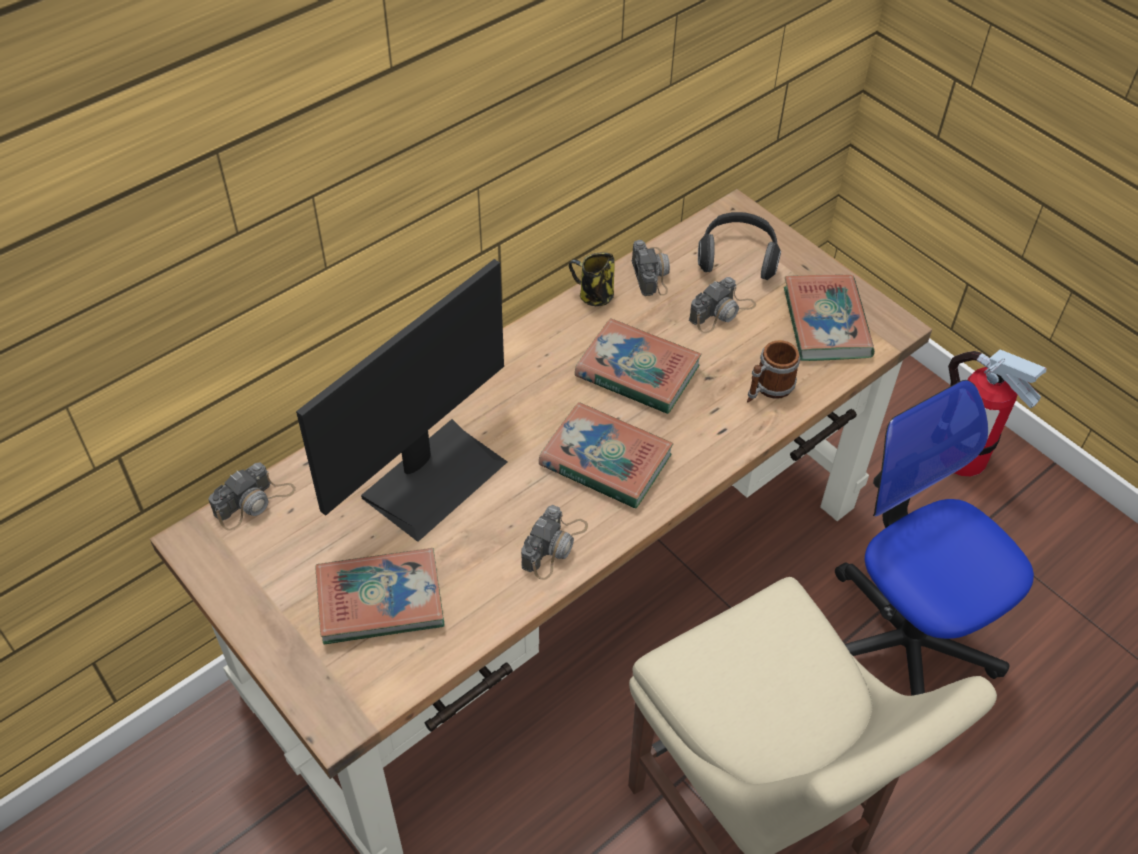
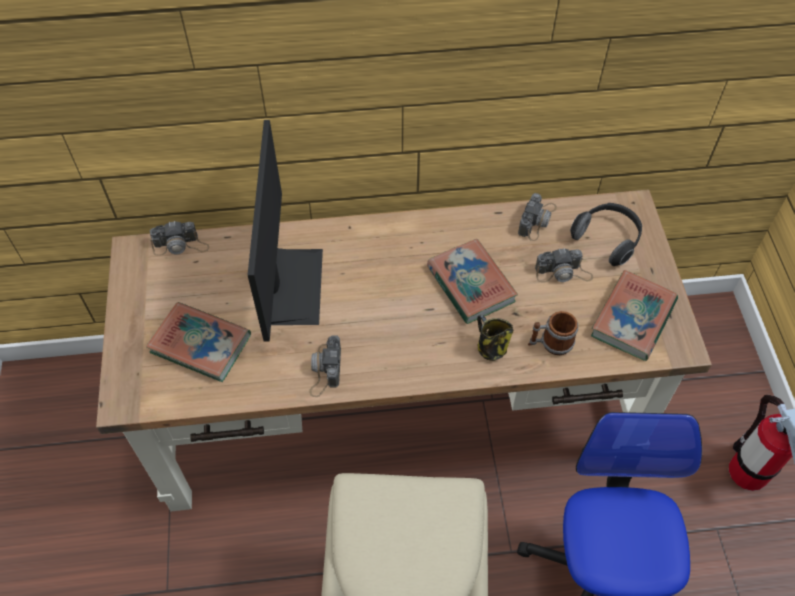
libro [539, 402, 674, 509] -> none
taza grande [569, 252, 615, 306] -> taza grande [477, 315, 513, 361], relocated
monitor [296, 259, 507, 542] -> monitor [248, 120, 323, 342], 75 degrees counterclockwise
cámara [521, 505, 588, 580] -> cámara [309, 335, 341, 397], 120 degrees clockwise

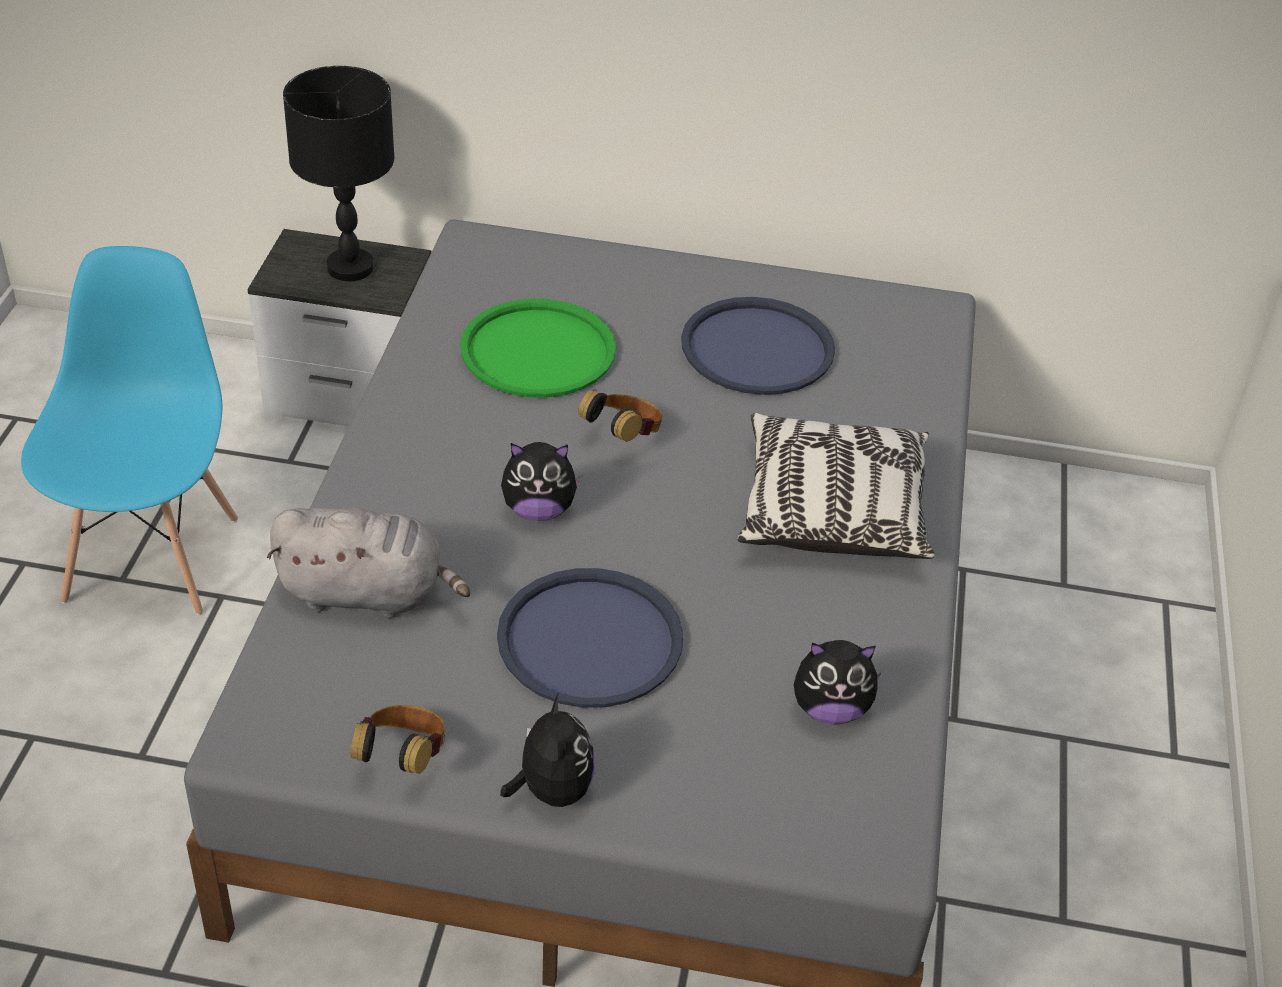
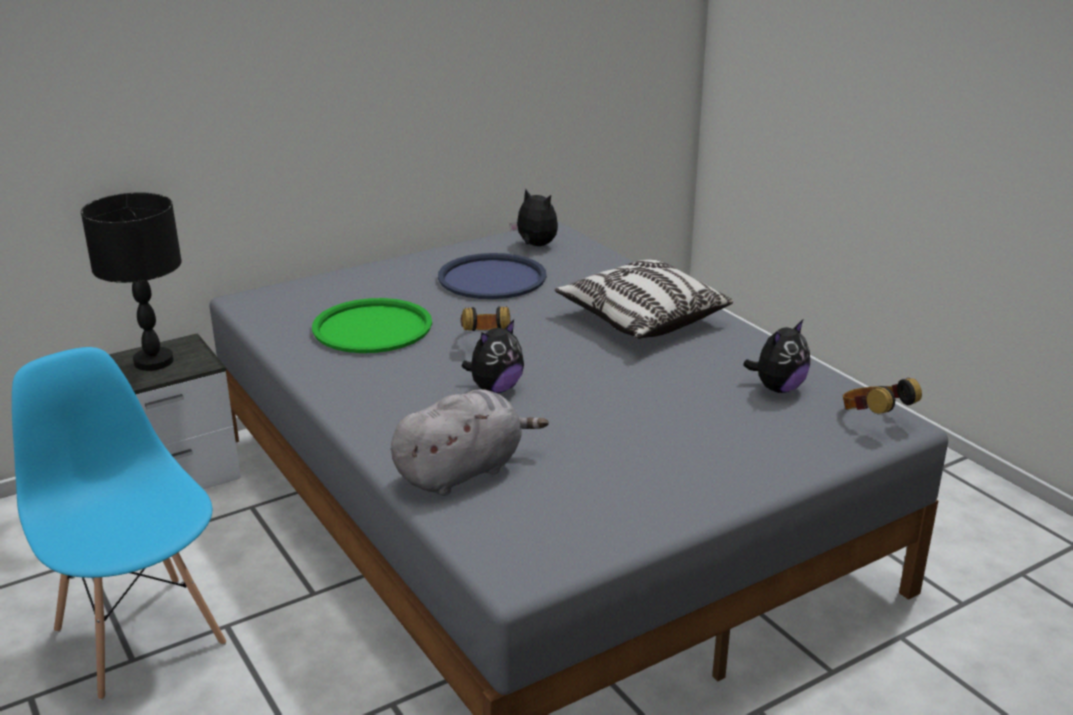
bandeja (azul) [497, 568, 683, 708] -> none
auriculares [351, 705, 445, 774] -> auriculares [843, 378, 922, 414], relocated
peluche [500, 693, 595, 807] -> peluche [509, 188, 558, 246], relocated

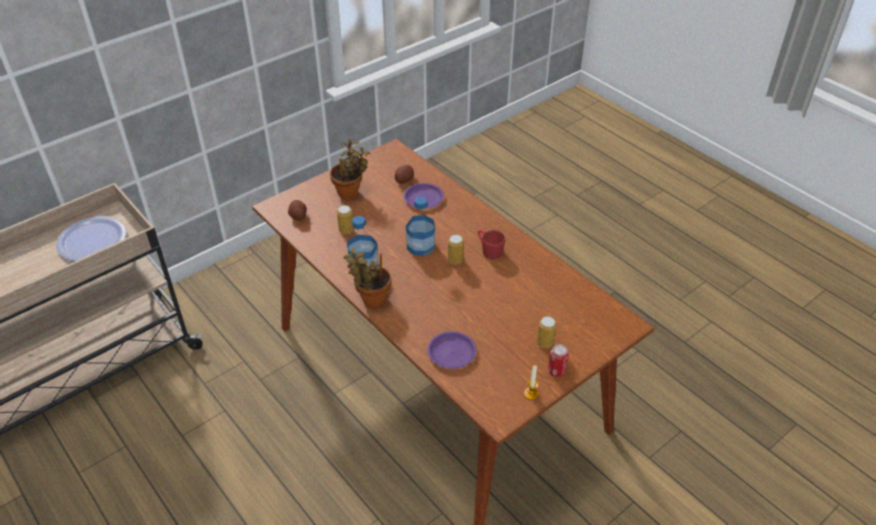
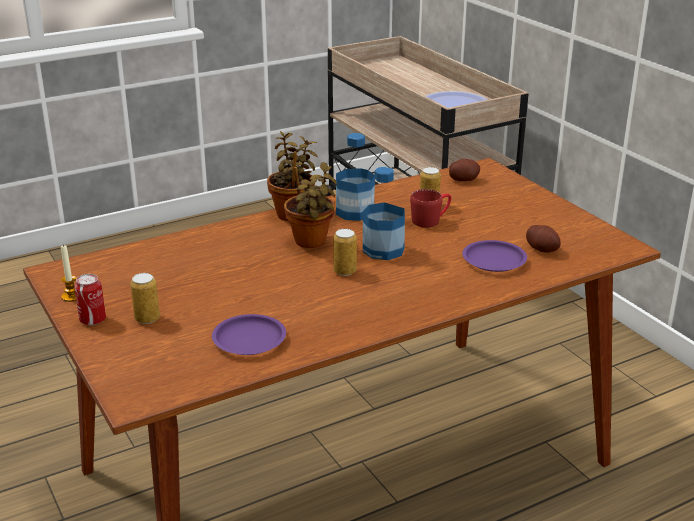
planta en maceta [330, 139, 370, 199] -> planta en maceta [284, 162, 337, 248], relocated
plato (morado) [427, 331, 476, 369] -> plato (morado) [212, 314, 286, 355], relocated
taza grande (rojo) [478, 230, 505, 259] -> taza grande (rojo) [410, 189, 451, 227], relocated

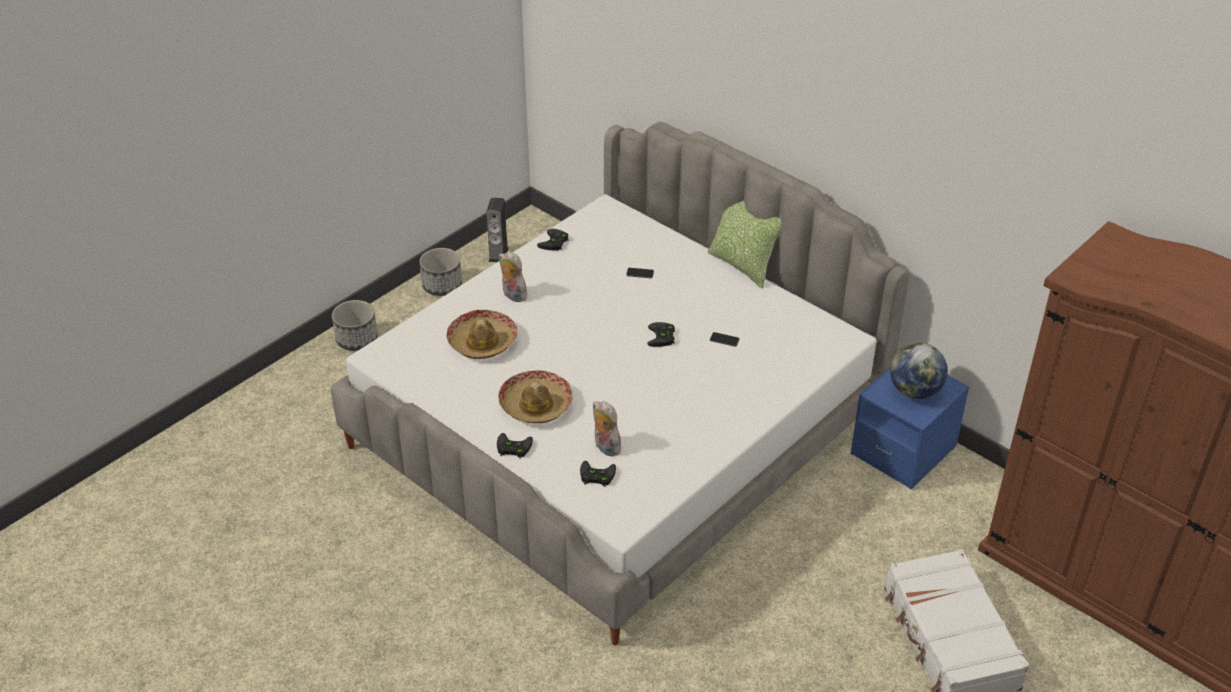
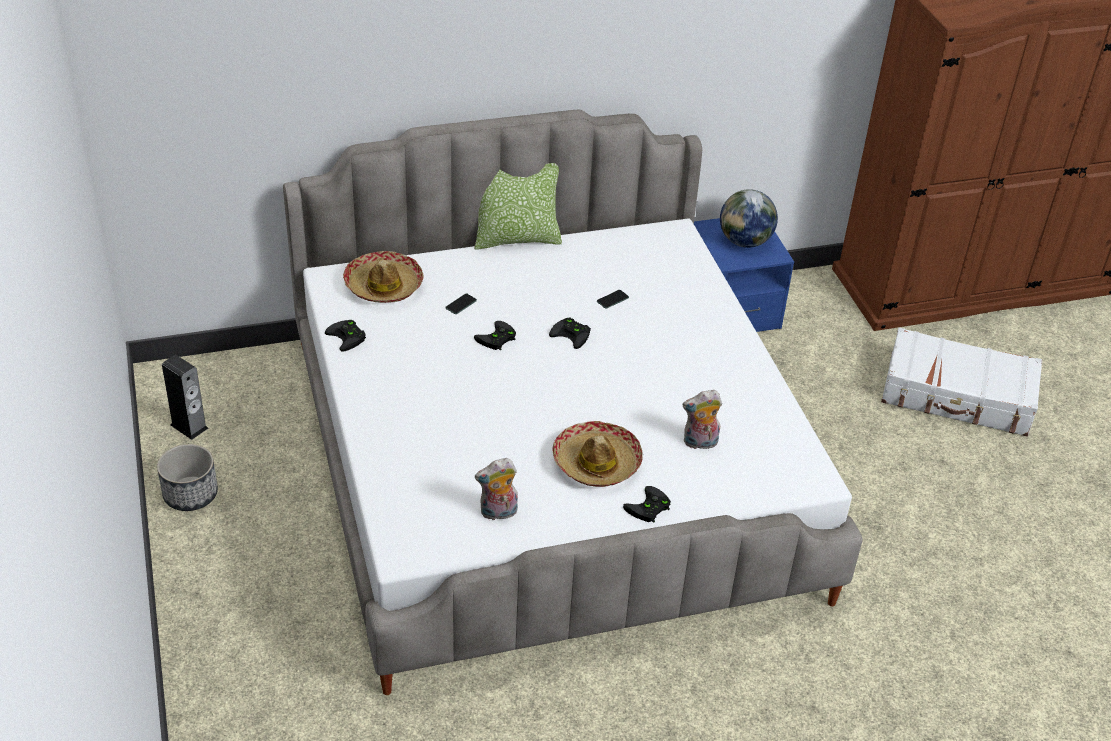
maceta [332, 300, 378, 351] -> none
sombrero [447, 310, 518, 359] -> sombrero [343, 251, 423, 303], relocated
peluche [499, 251, 527, 302] -> peluche [475, 458, 518, 520], relocated
mando de consola (negro) [580, 461, 616, 487] -> mando de consola (negro) [474, 321, 516, 350], relocated

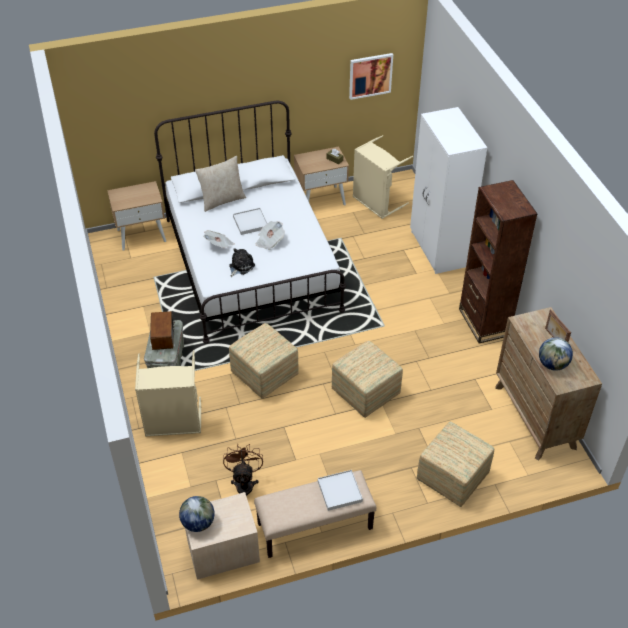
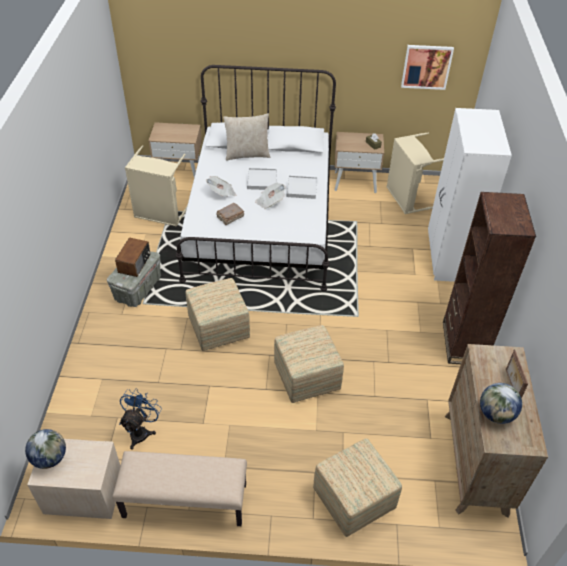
cesto de la ropa (beis) [135, 350, 202, 437] -> cesto de la ropa (beis) [125, 145, 187, 227], relocated
bandeja (blanco) [318, 470, 363, 511] -> bandeja (blanco) [287, 176, 317, 199], relocated
peluche [229, 248, 255, 277] -> libro (marrón) [217, 203, 244, 225]
ventilador (marrón) [223, 444, 263, 496] -> ventilador (azul) [119, 388, 162, 450]

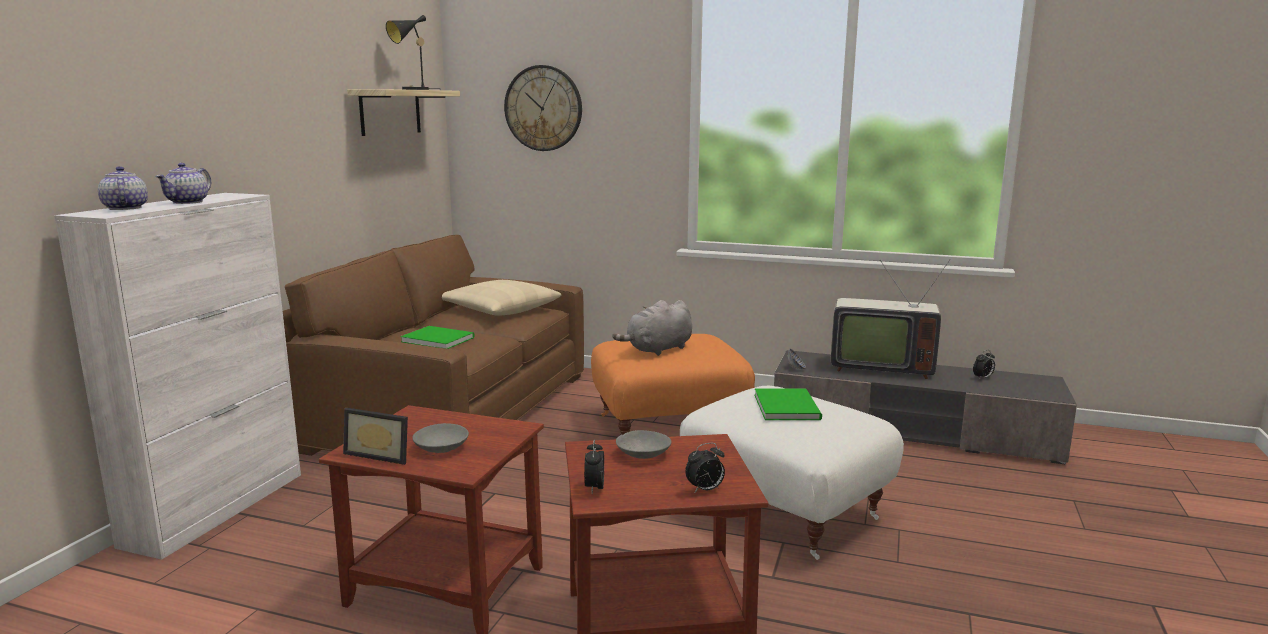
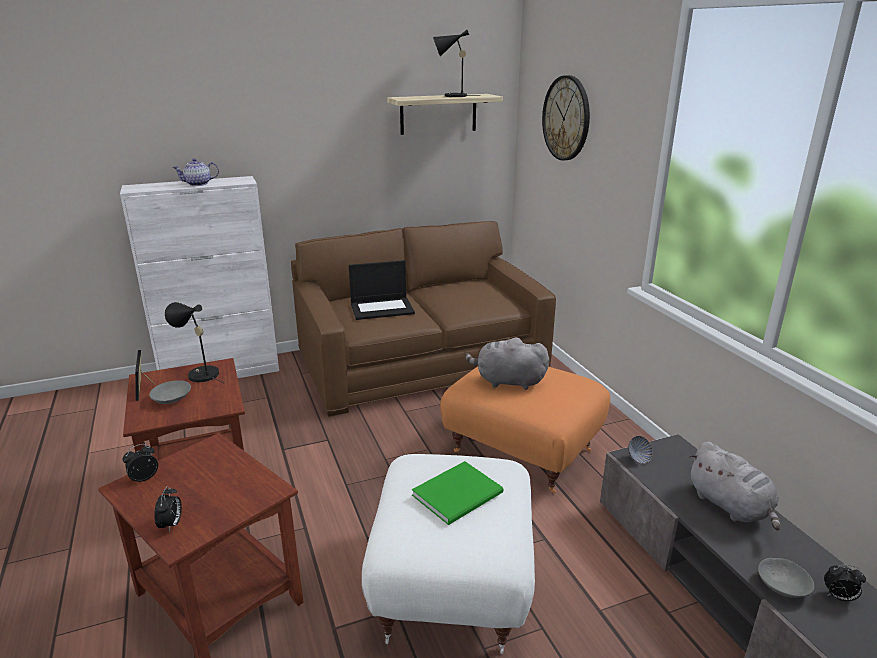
tetera [98, 166, 148, 210] -> none
cojín (beis) [442, 280, 561, 316] -> none
none -> lámpara de mesa (negro) [165, 302, 225, 384]
cuenco (gris) [616, 430, 672, 459] -> cuenco (gris) [758, 558, 815, 598], relocated
libro (verde) [400, 326, 474, 349] -> portátil [349, 260, 415, 320]
televisor [831, 259, 951, 379] -> peluche (gris) [689, 442, 780, 531]
despertador [685, 443, 725, 493] -> despertador [154, 486, 182, 533], 120 degrees counterclockwise

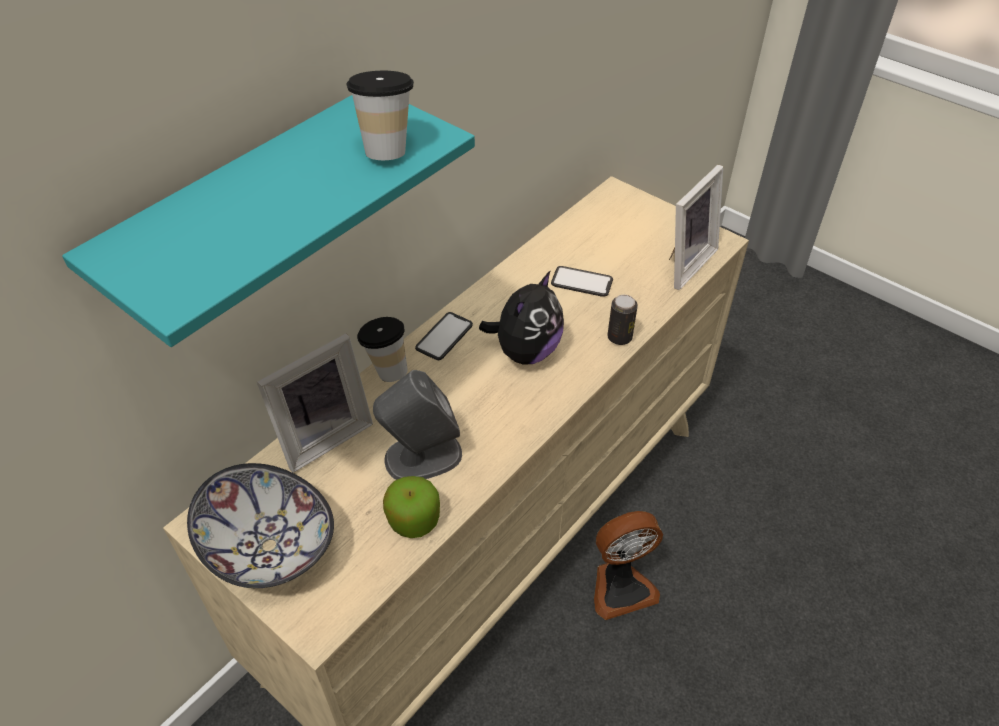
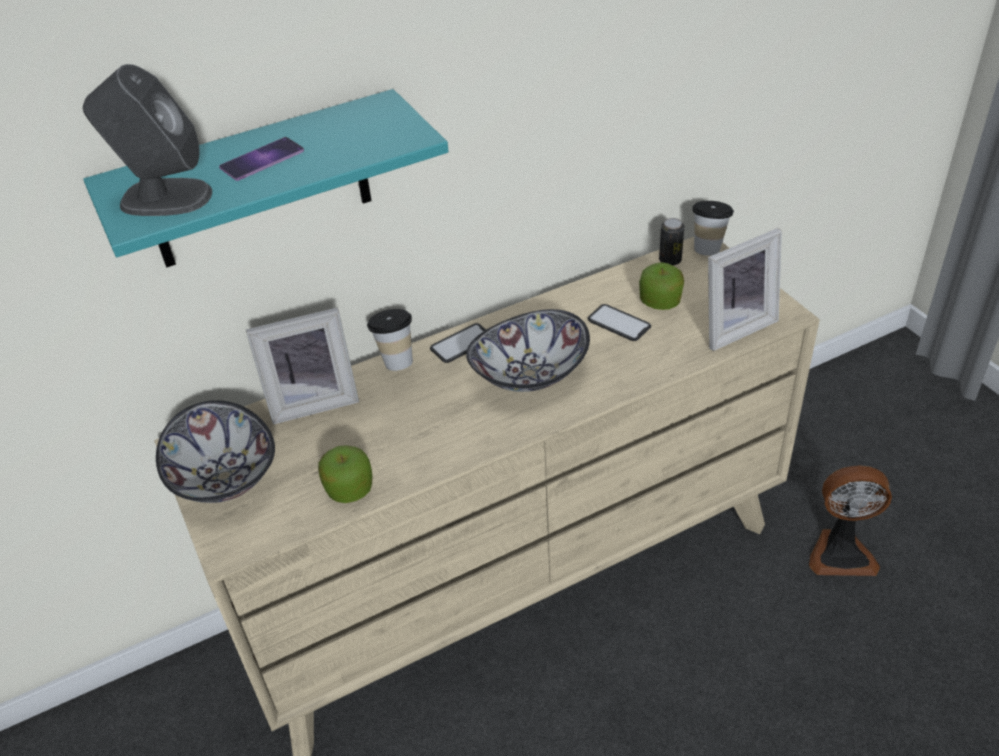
none -> móvil [219, 137, 304, 181]
none -> manzana [639, 262, 684, 310]
taza [346, 71, 414, 160] -> taza [692, 201, 734, 256], relocated
altavoz (gris) [373, 370, 462, 480] -> altavoz (gris) [83, 64, 212, 216], relocated
ventilador [594, 511, 663, 620] -> ventilador [809, 465, 892, 576], relocated
lata [607, 295, 638, 345] -> lata [659, 218, 684, 266], relocated
peluche [479, 270, 564, 365] -> cuenco [466, 309, 590, 392]

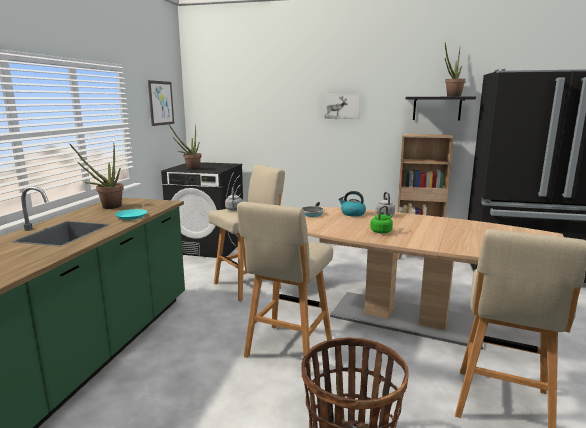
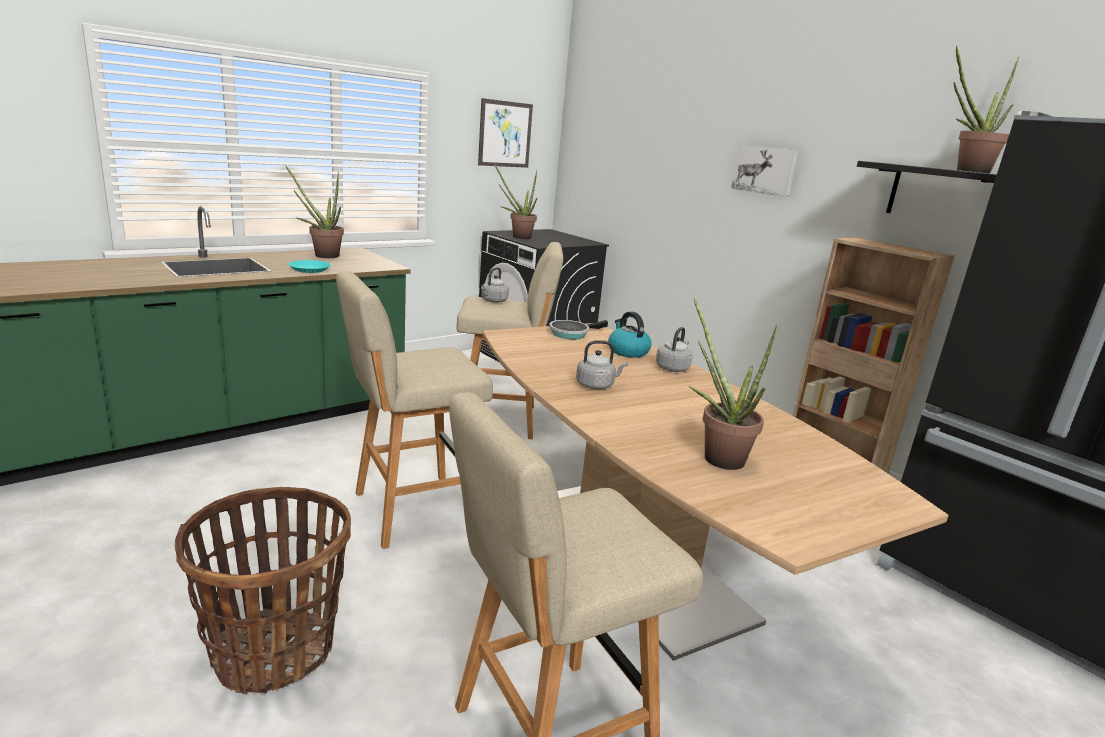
none -> planta en maceta [688, 298, 777, 470]
hervidor (verde) [370, 205, 393, 233] -> hervidor (gris) [576, 340, 628, 389]

